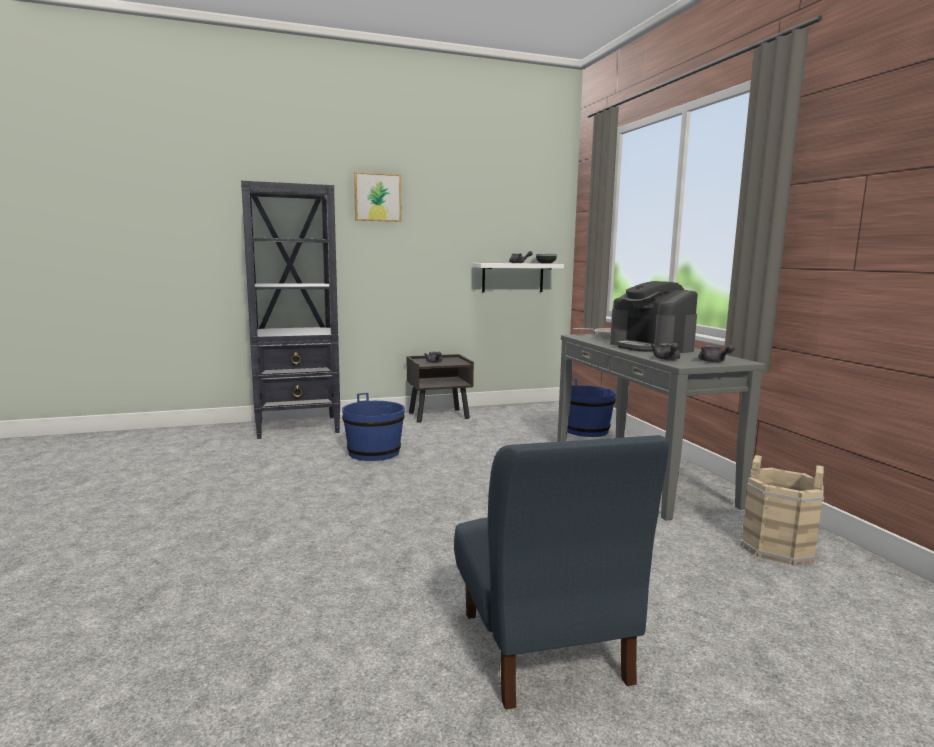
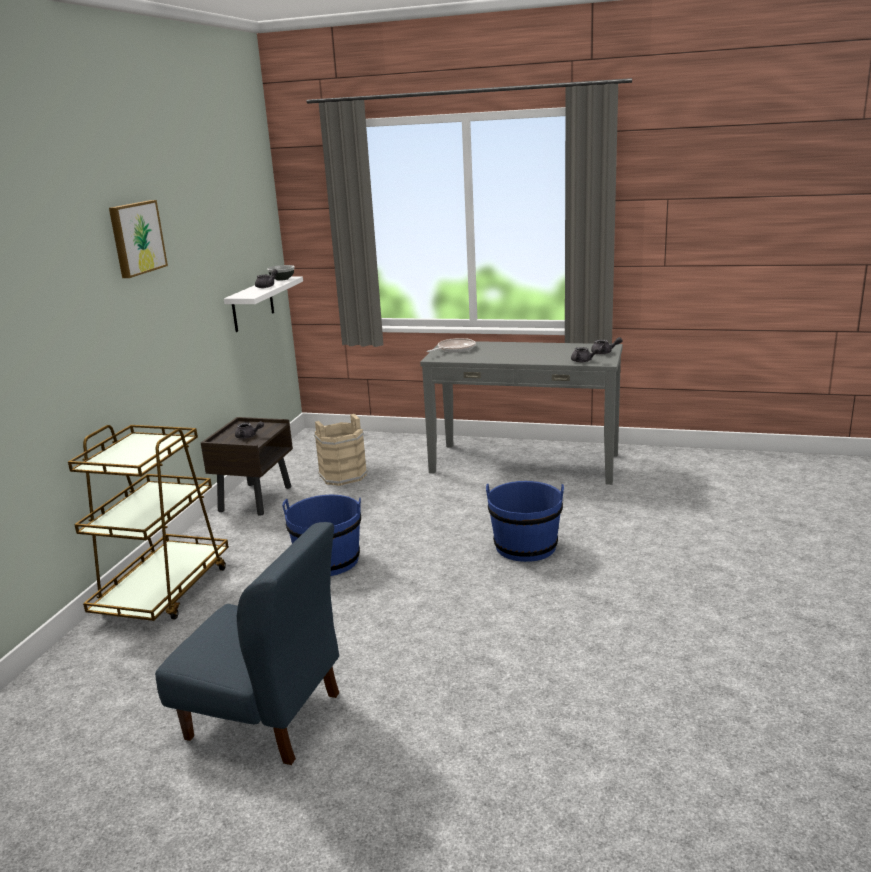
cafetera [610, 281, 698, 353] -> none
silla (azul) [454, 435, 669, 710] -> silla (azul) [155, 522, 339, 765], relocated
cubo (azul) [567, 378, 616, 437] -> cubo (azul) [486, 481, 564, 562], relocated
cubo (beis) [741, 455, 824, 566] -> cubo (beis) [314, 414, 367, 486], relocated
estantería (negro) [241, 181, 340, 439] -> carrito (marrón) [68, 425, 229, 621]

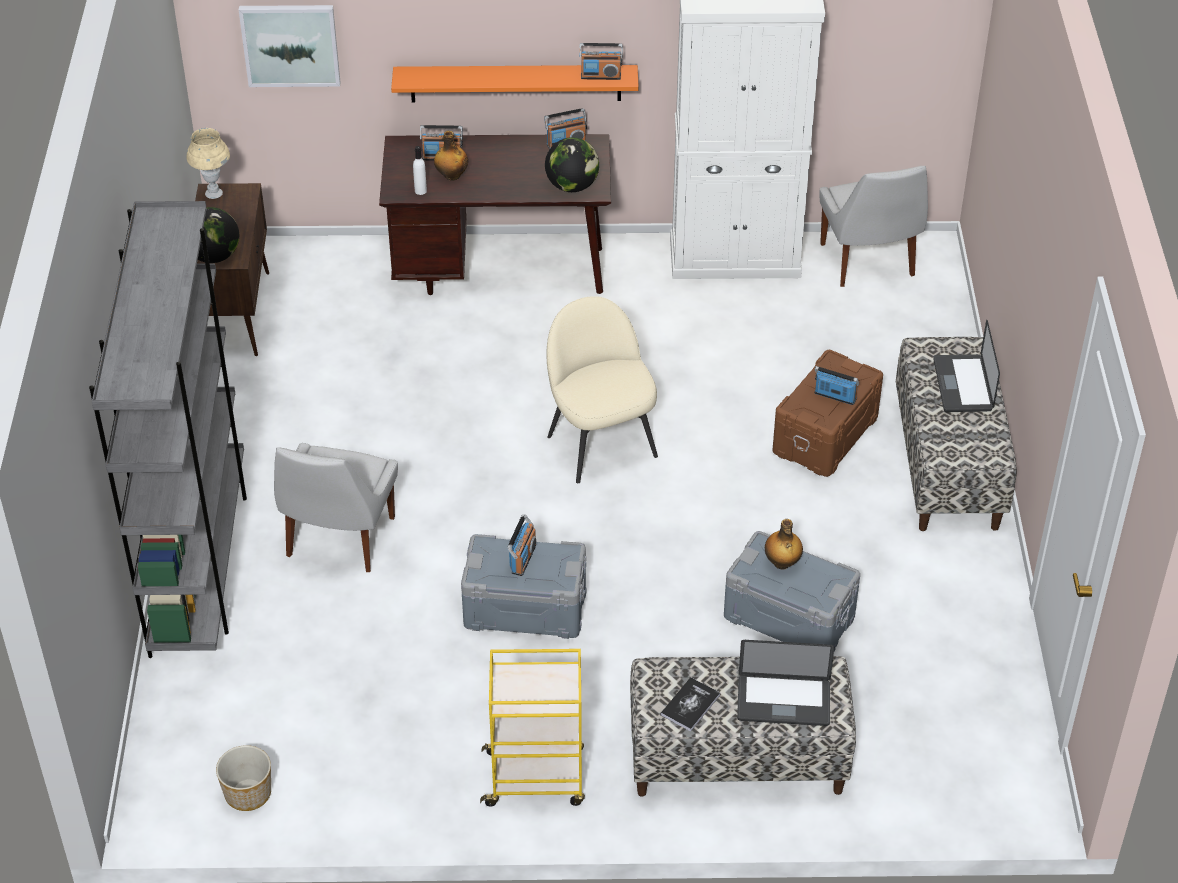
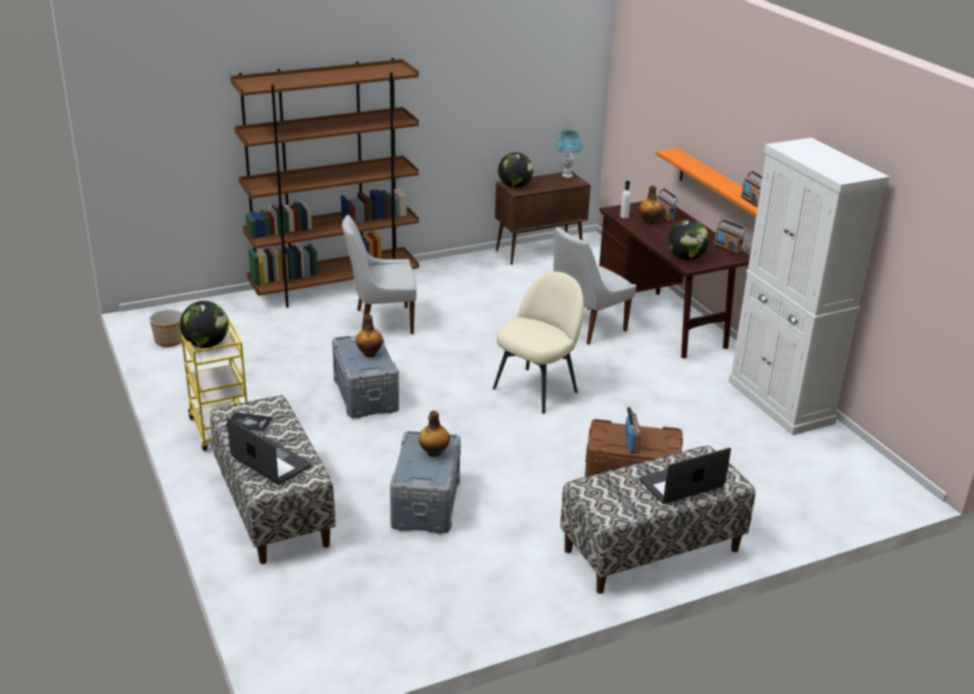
cuadro [239, 5, 340, 87] -> none
none -> globo terráqueo [180, 301, 229, 348]
silla (blanco) [819, 166, 928, 287] -> silla (blanco) [554, 227, 636, 345], relocated
radio [507, 514, 536, 576] -> botella [356, 314, 383, 357]
estantería (gris) [89, 201, 247, 658] -> estantería (marrón) [230, 58, 419, 308]
lámpara de mesa (beis) [187, 128, 230, 199] -> lámpara de mesa (azul) [555, 129, 583, 178]
portátil [737, 640, 834, 726] -> portátil [227, 418, 311, 485], 150 degrees clockwise

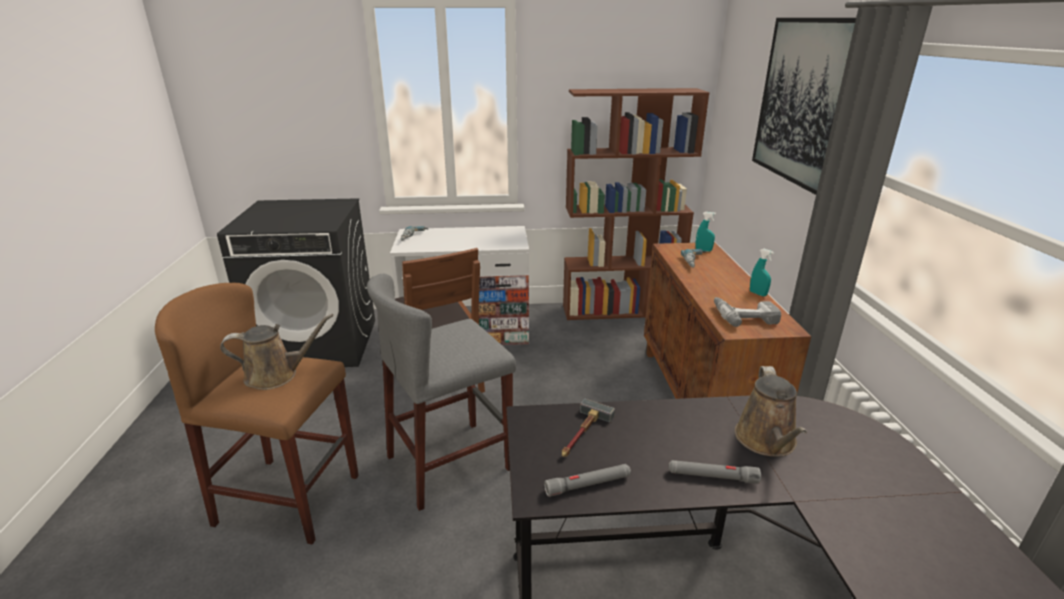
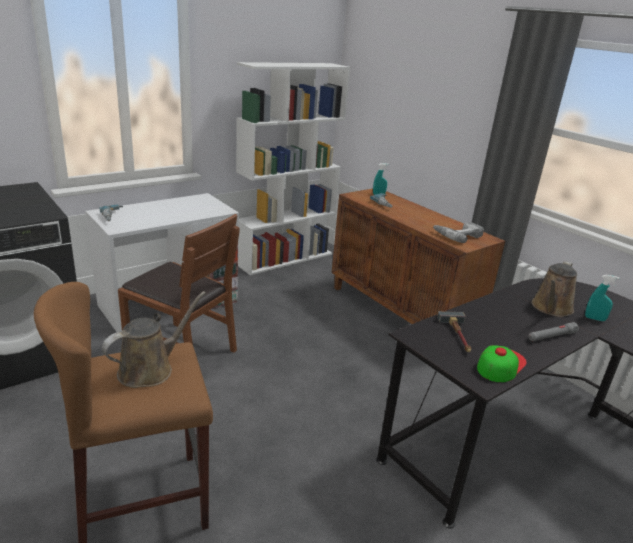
taburete (gris) [367, 274, 516, 511] -> none
cuadro [752, 18, 856, 195] -> none
pulverizador (turquesa) [750, 249, 774, 296] -> pulverizador (turquesa) [585, 275, 620, 321], relocated
linterna (gris) [544, 464, 631, 497] -> gorra [477, 345, 527, 382]
estantería (marrón) [563, 88, 710, 320] -> estantería (blanco) [236, 62, 350, 275]
regadera (marrón) [735, 366, 807, 457] -> regadera (marrón) [532, 261, 577, 317], 60 degrees clockwise

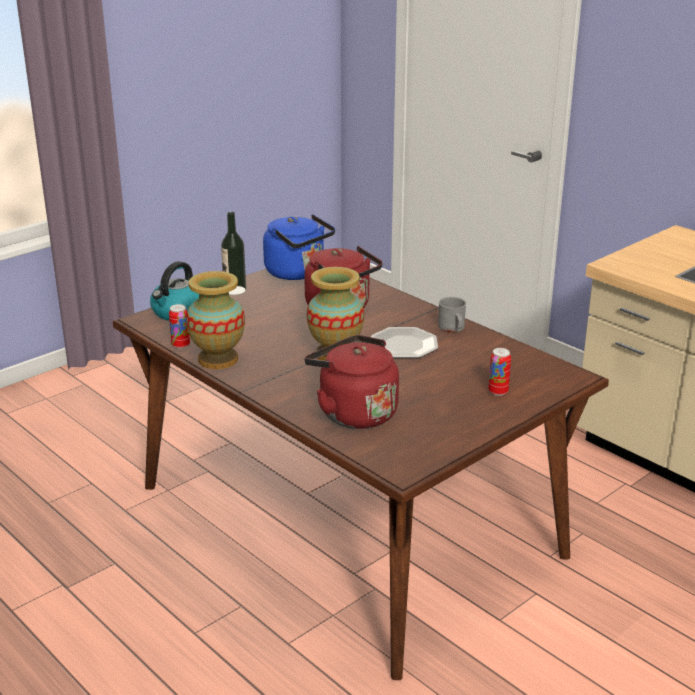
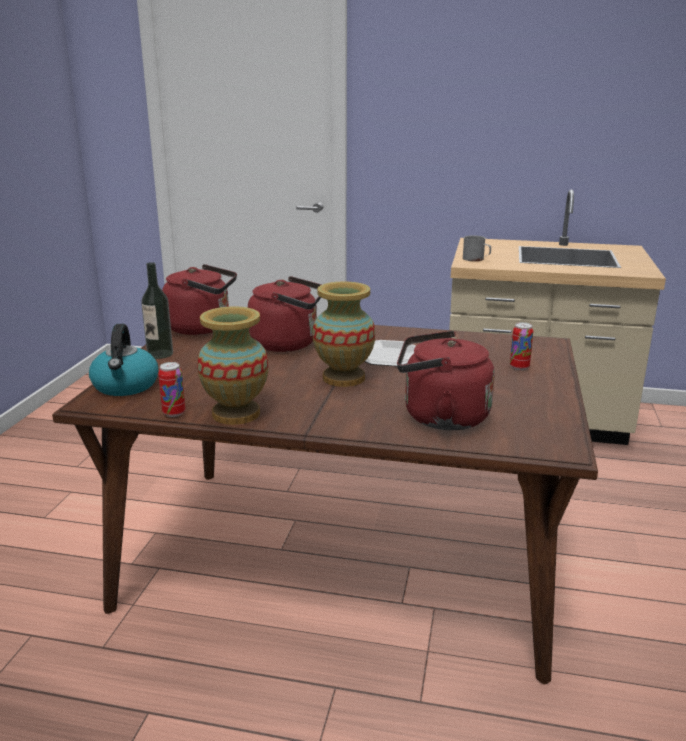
taza grande (gris) [438, 297, 466, 333] -> taza grande (gris) [463, 235, 491, 261], relocated
hervidor (azul) [263, 214, 335, 280] -> hervidor (rojo) [162, 264, 237, 335]

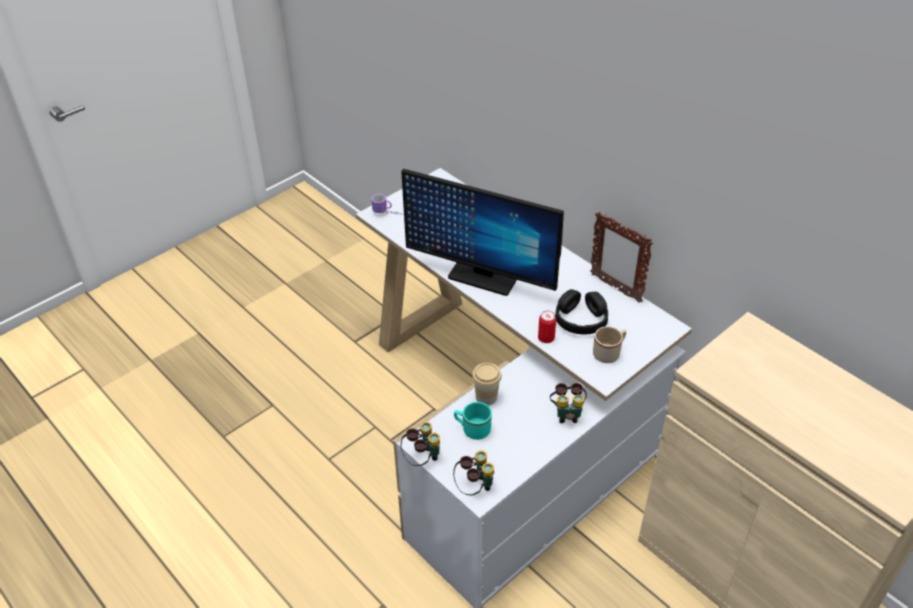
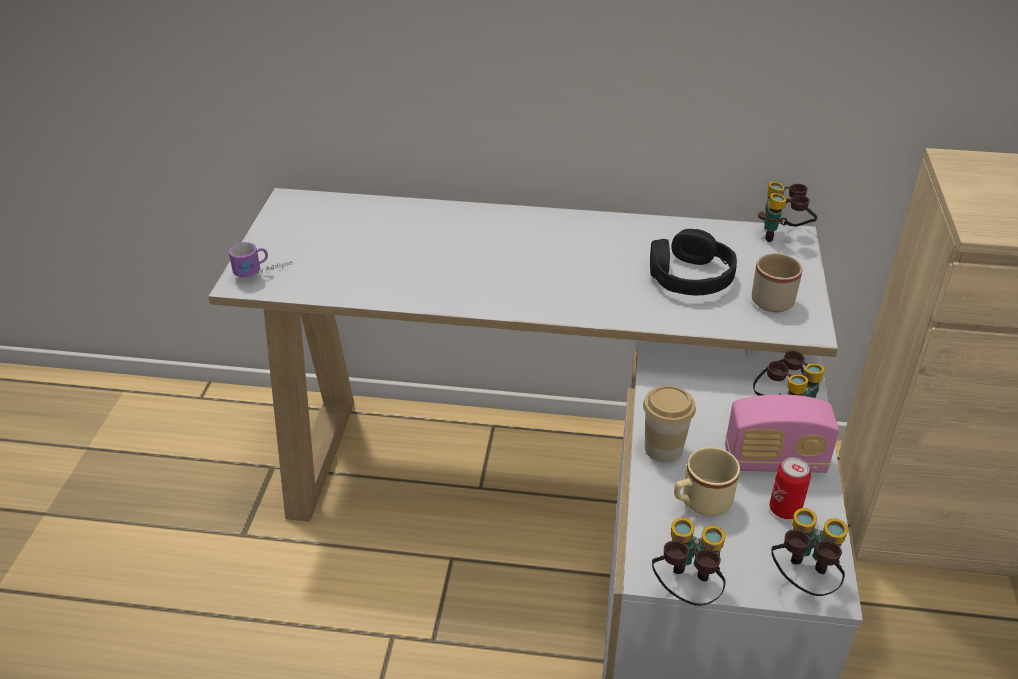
monitor [401, 169, 564, 296] -> none
portarretratos [590, 212, 653, 303] -> none
none -> radio [725, 394, 839, 473]
none -> prismáticos [758, 182, 818, 242]
lata [538, 311, 556, 343] -> lata [769, 457, 811, 519], relocated
taza grande (turquesa) [454, 402, 492, 440] -> taza grande (beis) [674, 447, 740, 516]

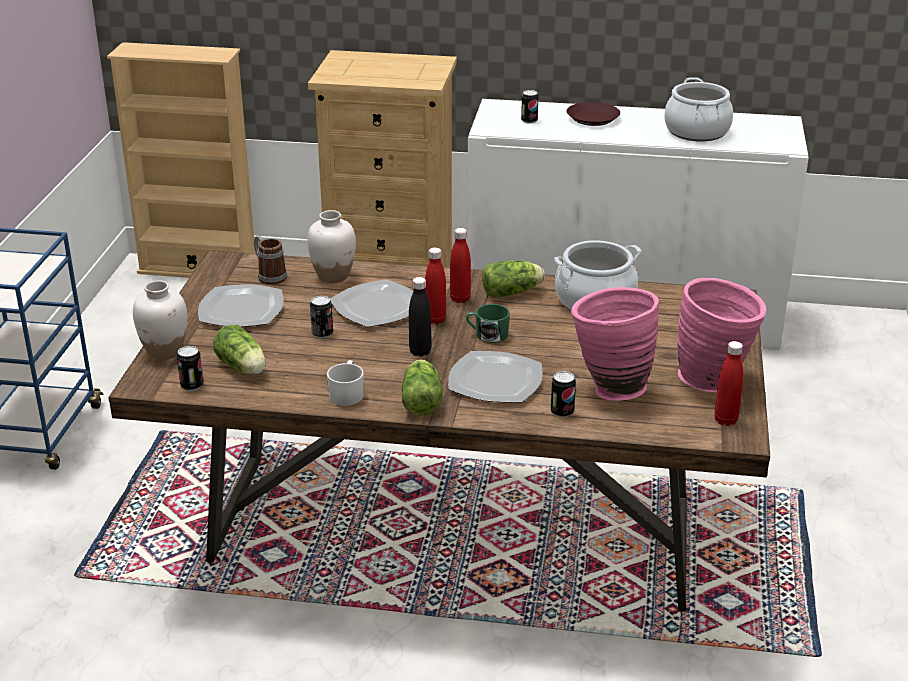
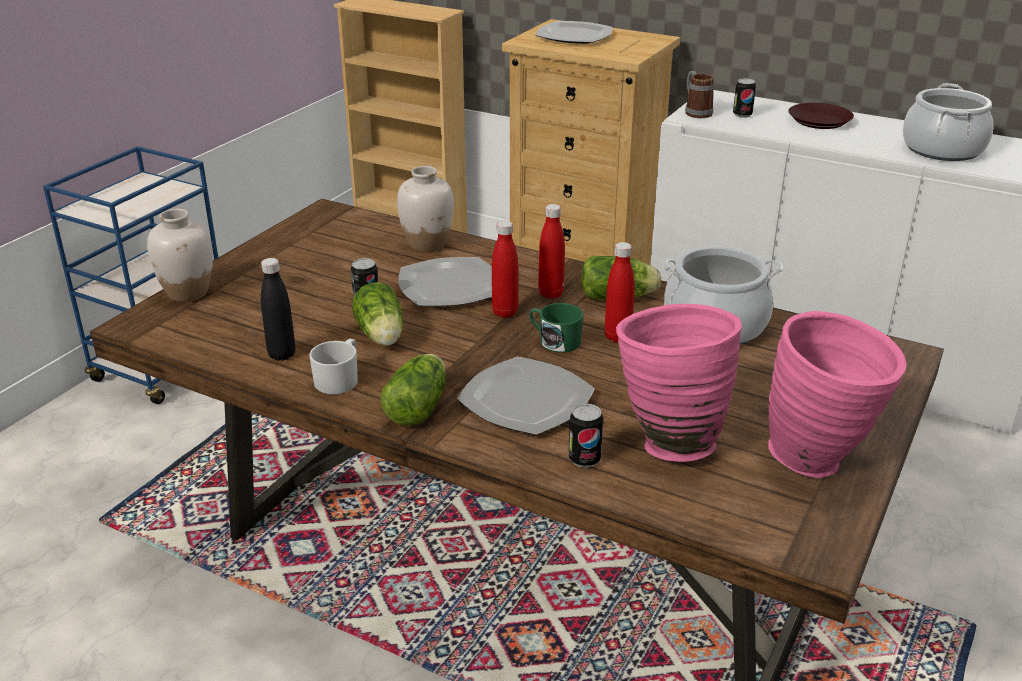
lata [177, 346, 204, 391] -> none
plato [198, 284, 284, 327] -> plato [535, 21, 613, 44], relocated
lechuga [213, 325, 266, 375] -> lechuga [352, 282, 403, 346], relocated
taza grande [254, 236, 287, 285] -> taza grande [685, 71, 714, 118], relocated
botella (negro) [409, 277, 431, 357] -> botella (negro) [261, 258, 295, 361], relocated
botella (rojo) [714, 341, 743, 426] -> botella (rojo) [605, 242, 635, 342], relocated

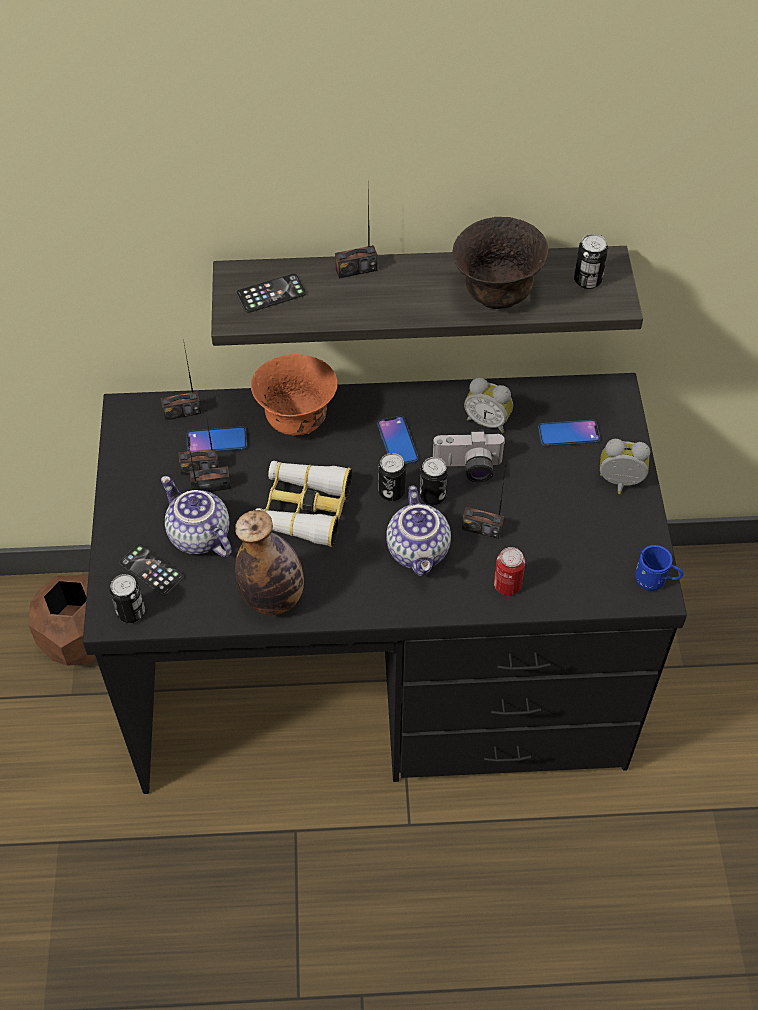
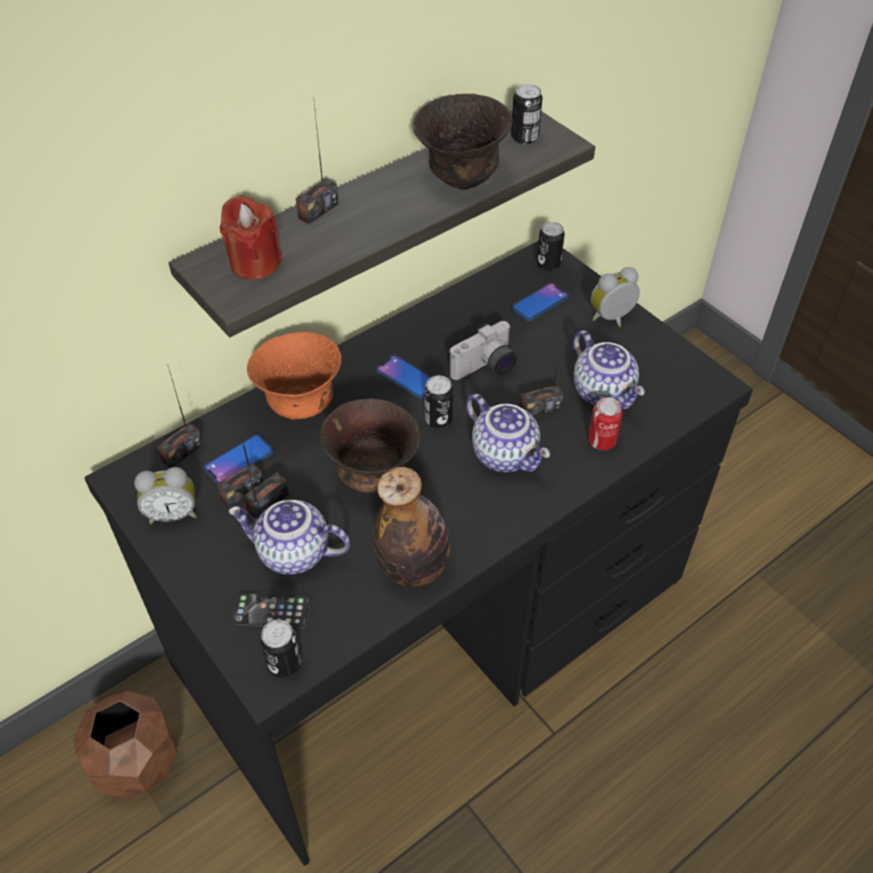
taza grande (azul) [635, 545, 683, 591] -> none
none -> tetera [573, 330, 645, 409]
lata [419, 457, 448, 505] -> lata [537, 222, 565, 271], relocated
despertador [464, 378, 513, 433] -> despertador [134, 467, 197, 524], relocated
móvil [236, 274, 306, 313] -> vela (rojo) [220, 195, 282, 280]
prismáticos [256, 461, 352, 547] -> cuenco (marrón) [320, 398, 420, 493]

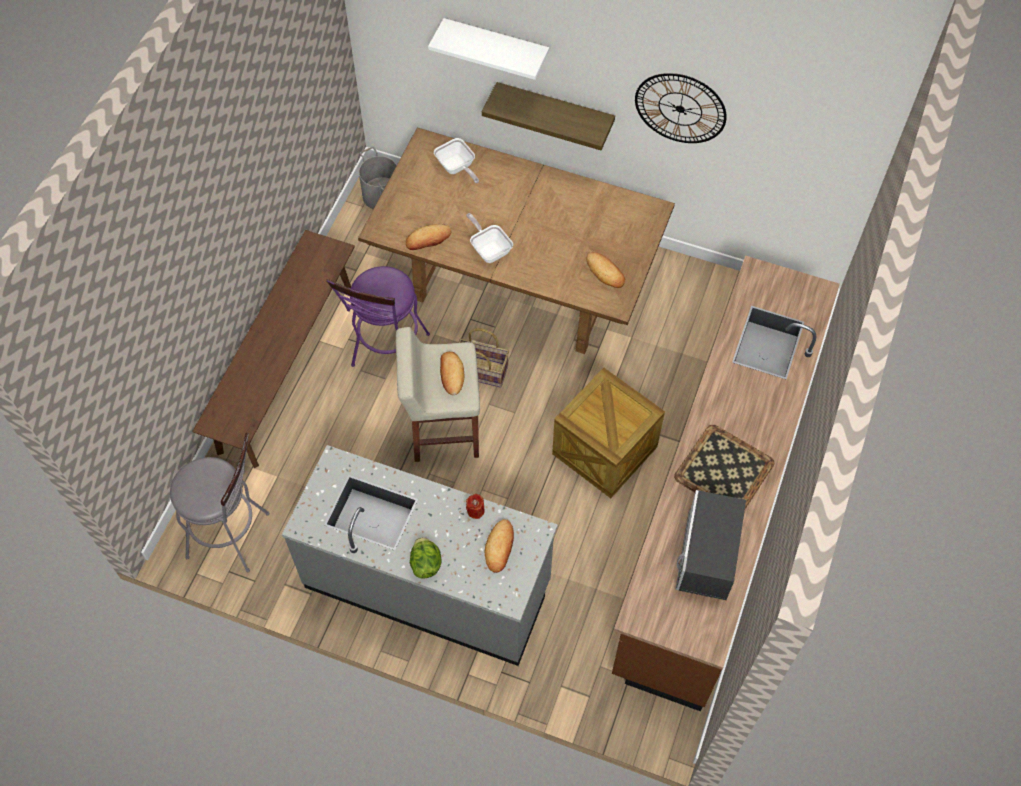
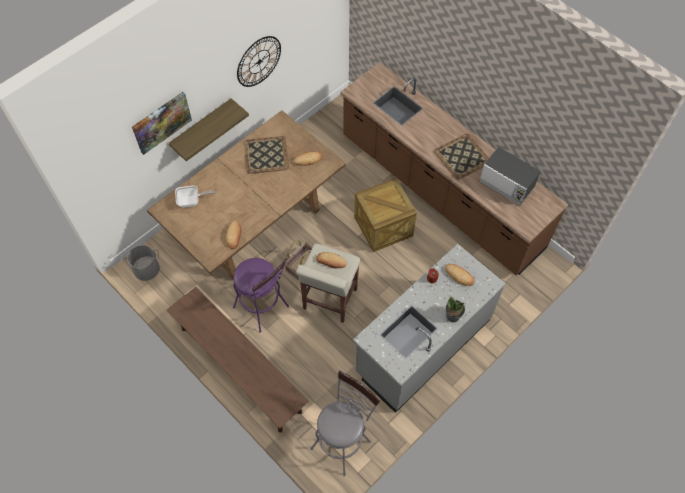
sartén [466, 213, 513, 263] -> none
none -> bandeja [244, 136, 289, 174]
lechuga [410, 537, 442, 578] -> planta en maceta [446, 297, 465, 322]
estante (blanco) [428, 18, 549, 80] -> cuadro [132, 92, 192, 155]

